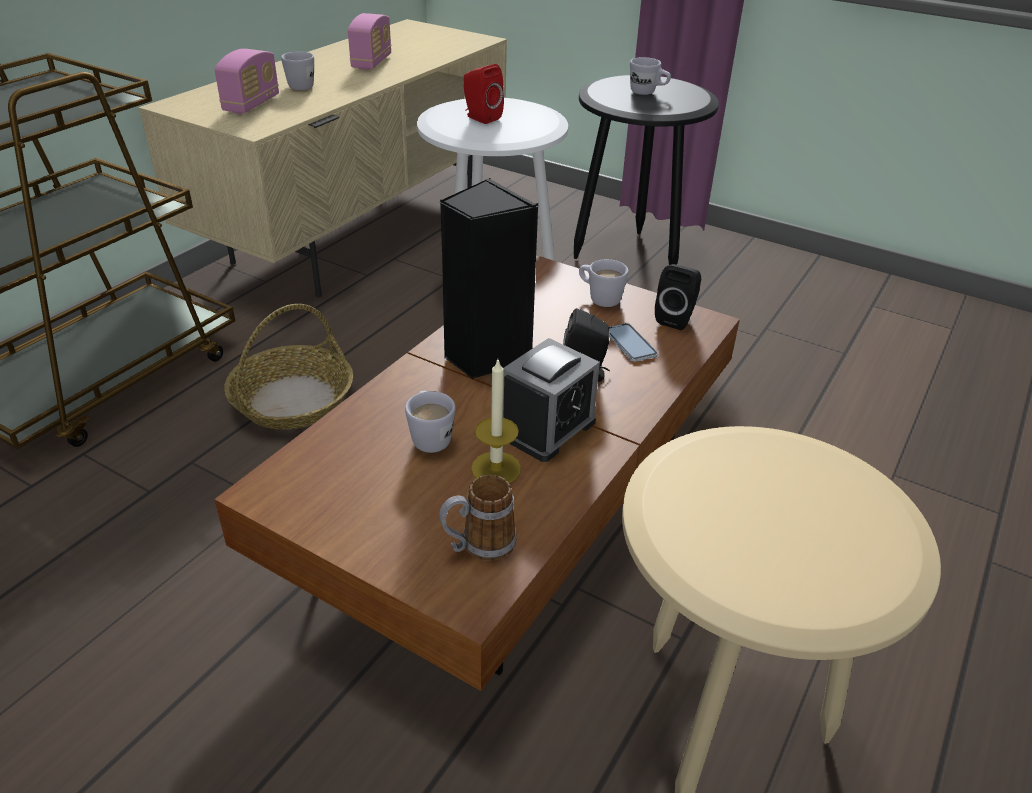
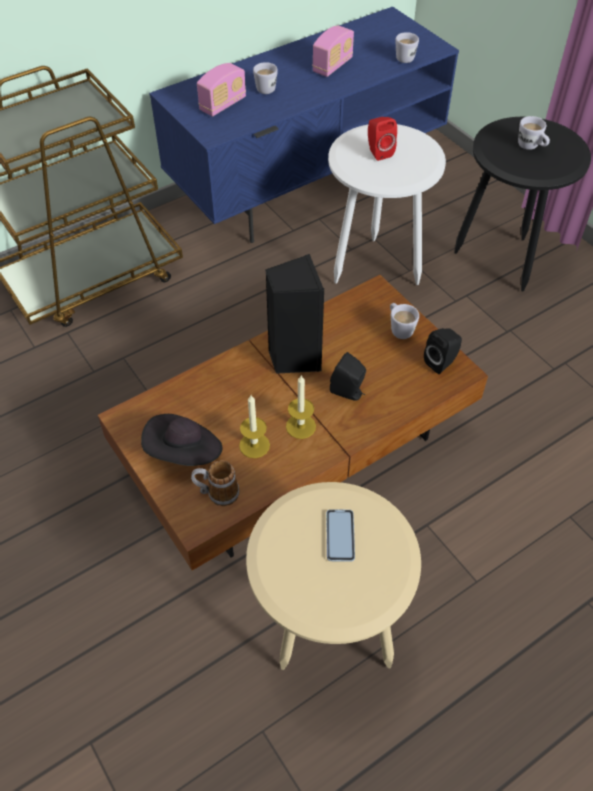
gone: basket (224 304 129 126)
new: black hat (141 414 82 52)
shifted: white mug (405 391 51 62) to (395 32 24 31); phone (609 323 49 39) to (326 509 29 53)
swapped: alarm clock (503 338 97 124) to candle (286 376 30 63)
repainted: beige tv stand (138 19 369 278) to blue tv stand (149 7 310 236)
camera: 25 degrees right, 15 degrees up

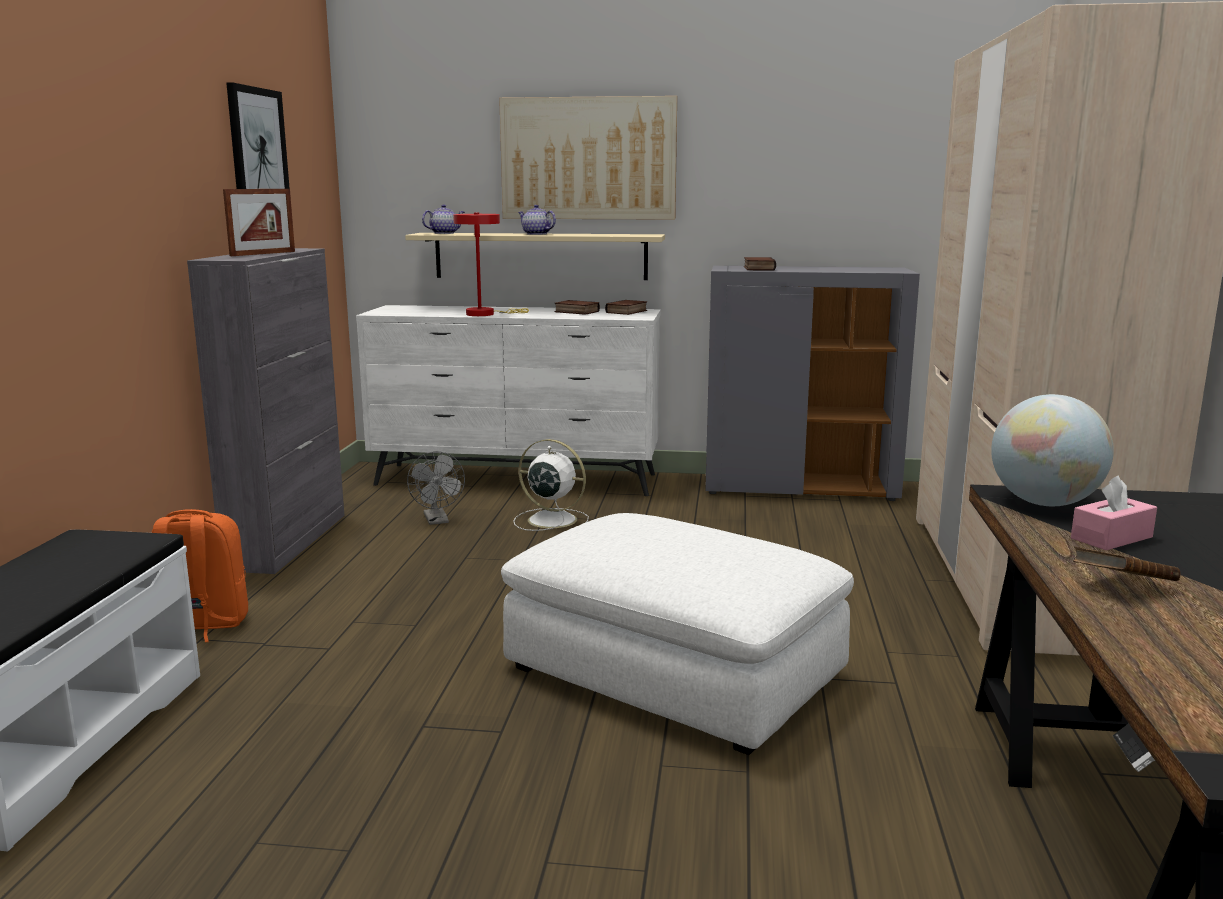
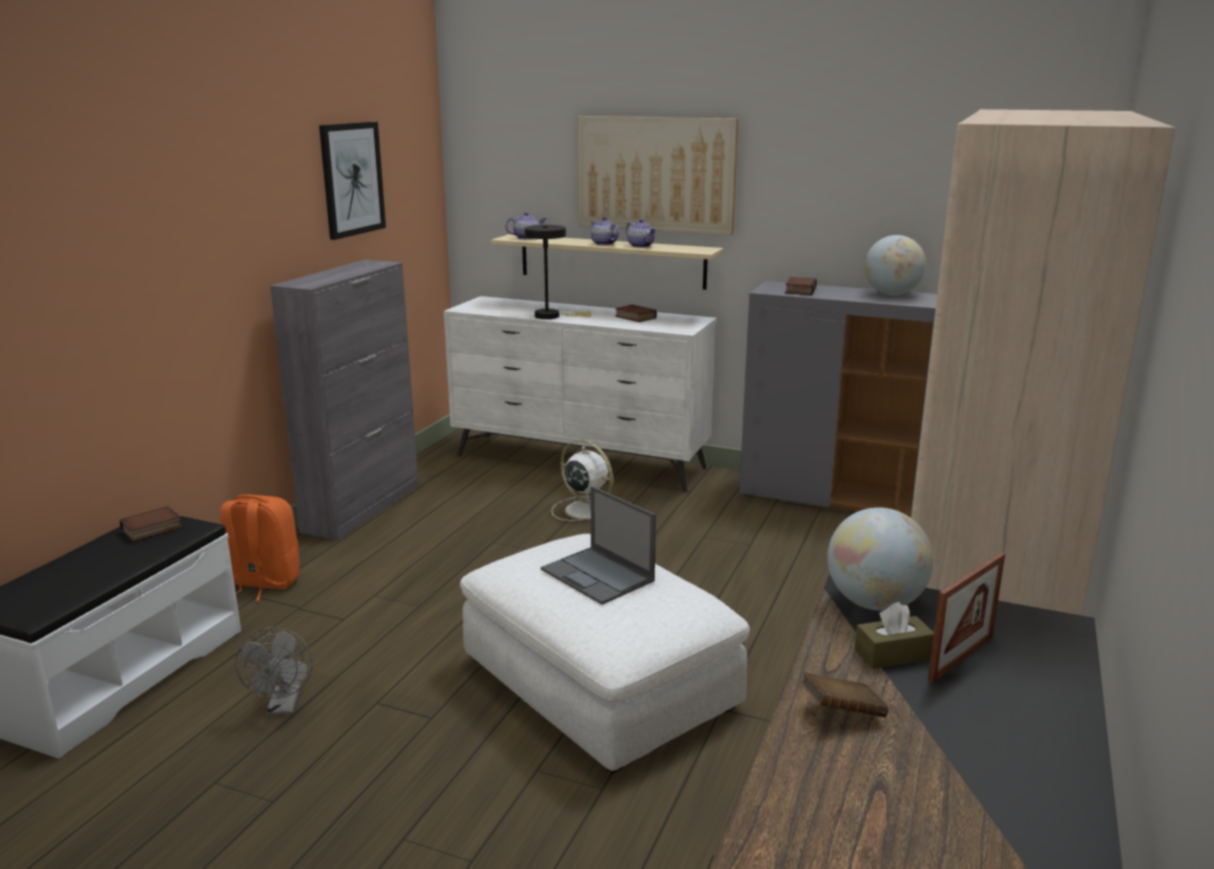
new: laptop (541 486 115 119); teapot (626 219 30 29); globe (865 235 61 60)
shifted: picture frame (223 189 72 67) to (928 552 77 131); grey fan (407 451 58 74) to (235 627 78 89); book (605 300 42 15) to (120 506 63 36)
repainted: red table lamp (453 212 76 104) to black table lamp (524 225 68 94); pink tissue box (1071 476 86 74) to brown tissue box (854 602 80 67)
camera: 15 degrees right, 5 degrees up

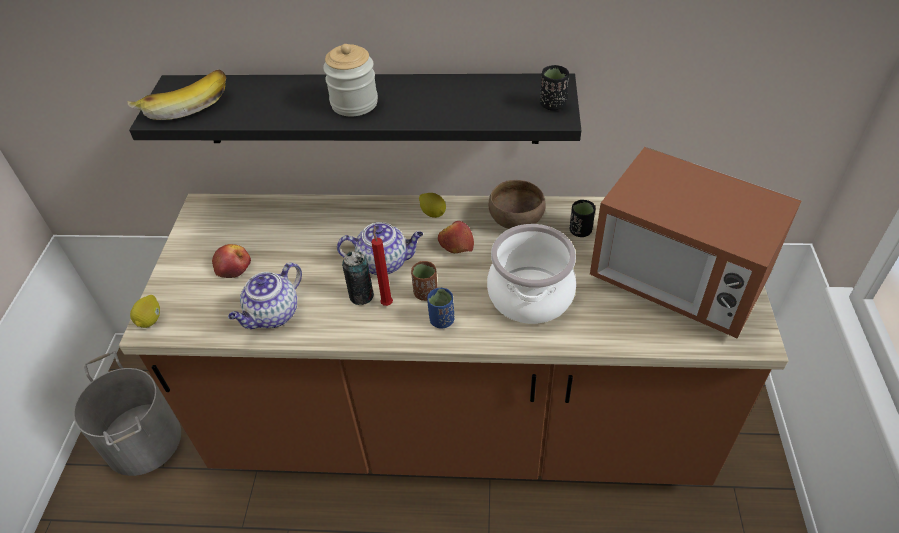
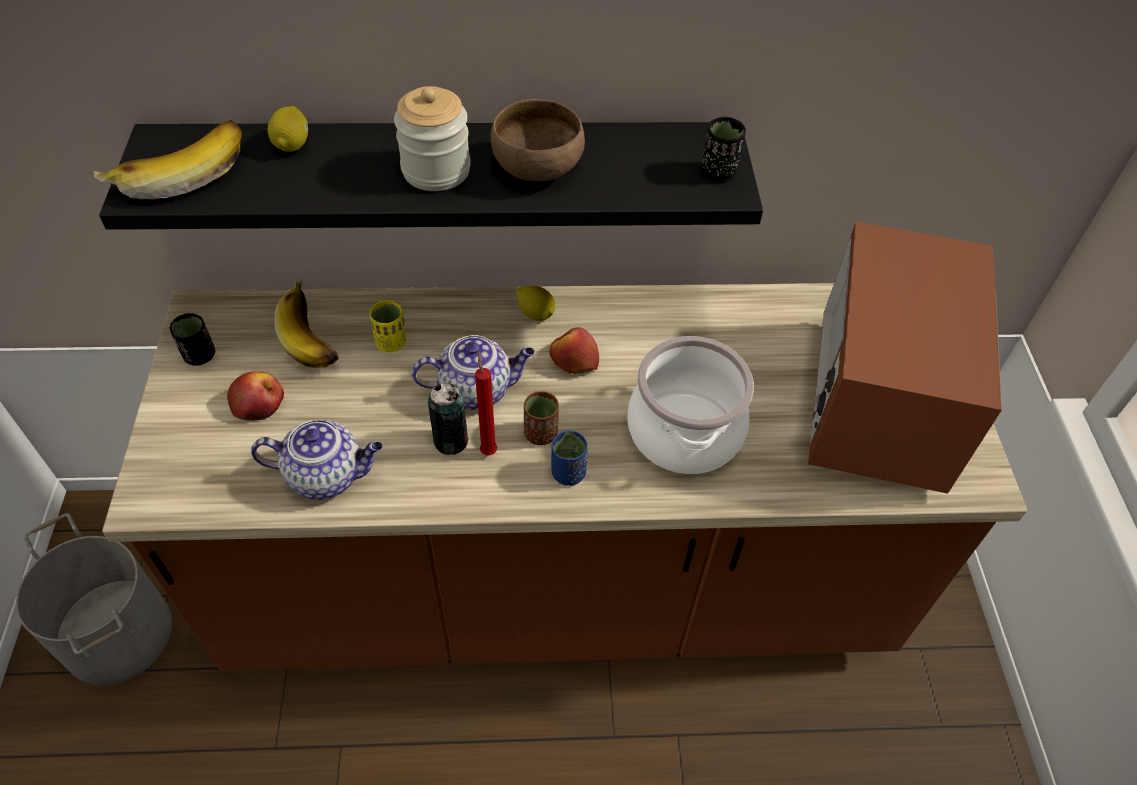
new: banana (274 279 65 89); yellow cup (370 300 36 52)
shifted: lemon (130 295 30 33) to (267 106 41 46); brown bowl (489 180 57 49) to (491 99 94 83); black cup (570 200 25 37) to (170 313 45 53)
rotated: teapot (228 262 74 67) = (251 419 132 81) 120 degrees counterclockwise; microwave (590 147 212 192) = (808 222 194 272) 75 degrees clockwise
camera: 10 degrees left, 5 degrees up

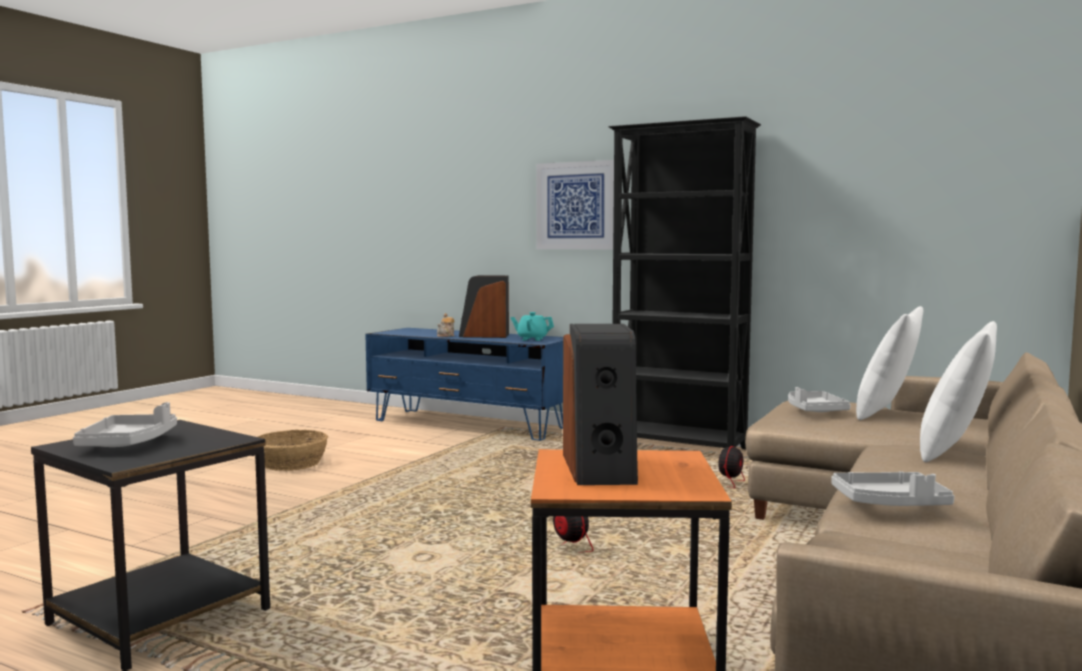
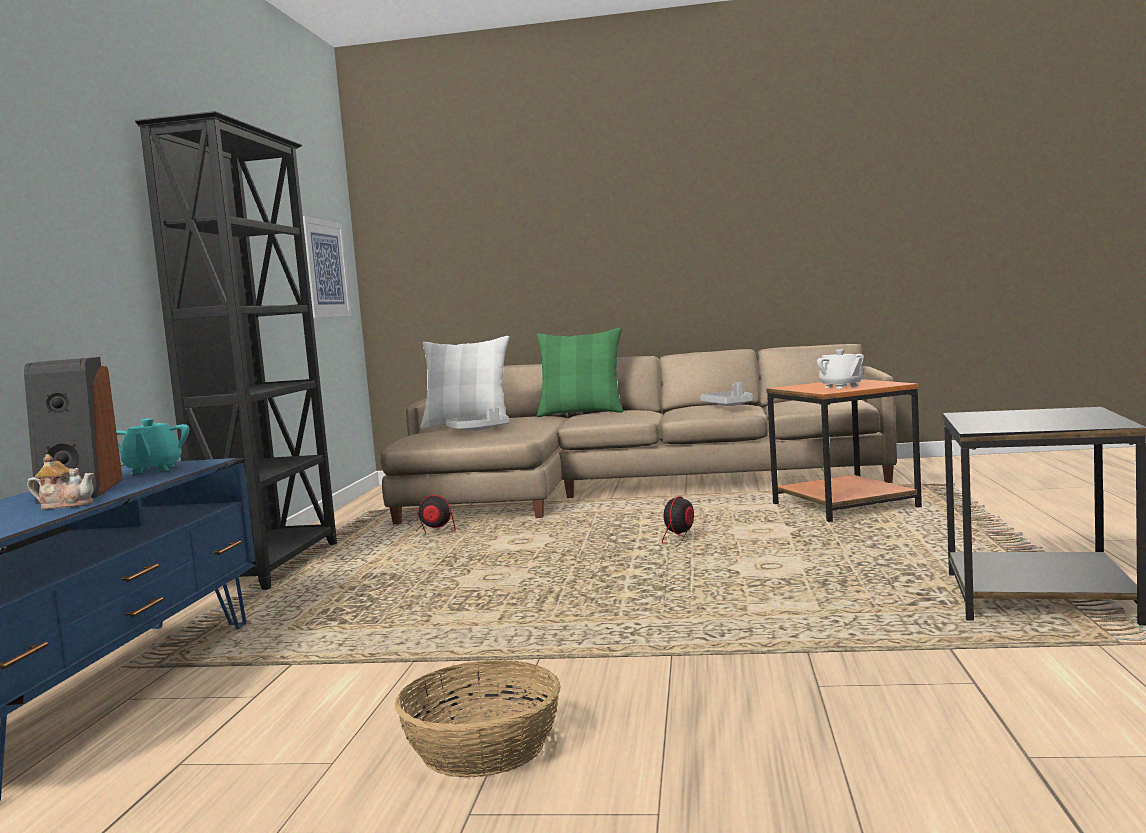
gone: grey tray (73 402 104 45)
shifted: picture (537 160 77 90) to (303 216 48 102)
swapped: speaker (563 324 75 161) to white teapot (817 349 47 40)
repainted: white pillow (920 321 77 141) to green pillow (537 328 86 89)
camera: 110 degrees left, 0 degrees up

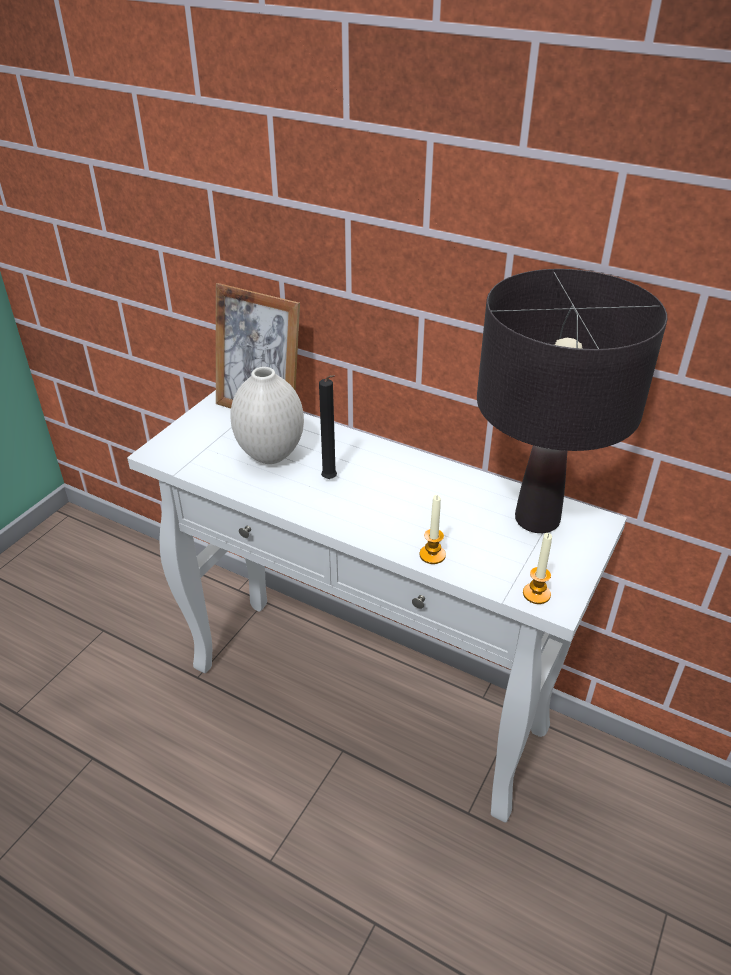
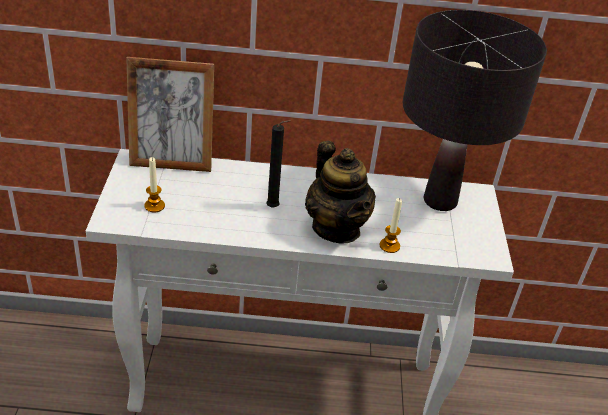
gone: white vase (231 367 73 97)
new: teapot (305 141 71 103)
shifted: candle (523 533 29 71) to (144 157 21 55)
camera: 30 degrees left, 0 degrees up

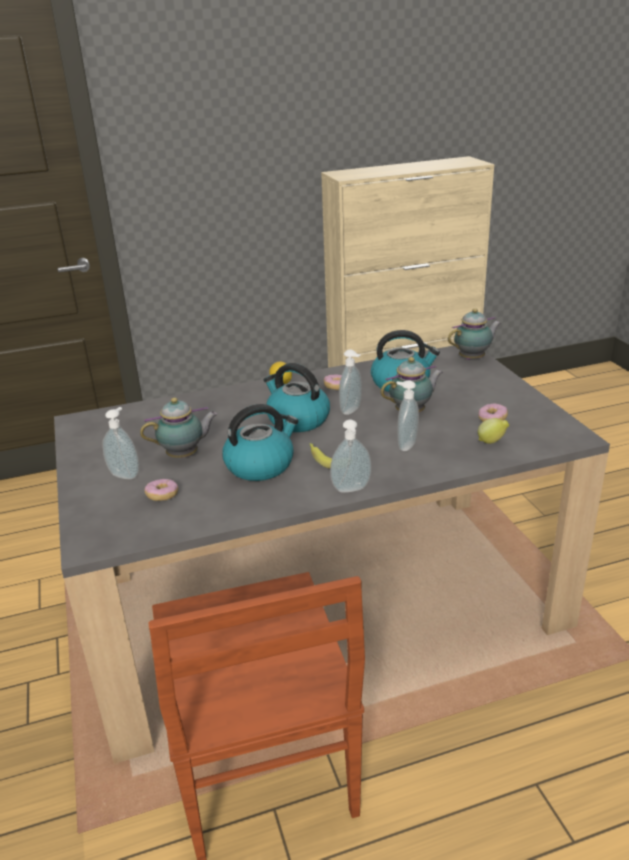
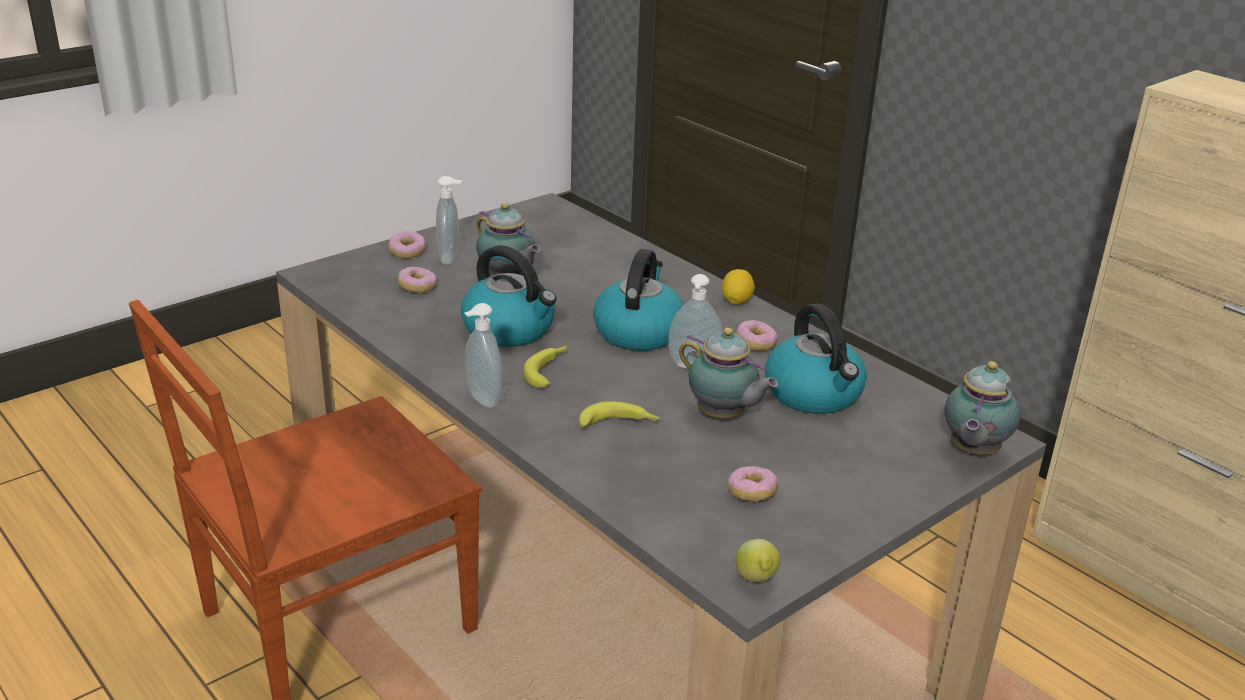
new: donut (388 231 38 28)
shifted: lemon (478 418 31 26) to (735 539 45 43)
swapped: soap dispenser (396 380 23 71) to banana (579 401 81 27)
rotated: teapot (448 308 53 52) = (944 361 77 94) 75 degrees clockwise
camera: 65 degrees right, 0 degrees up

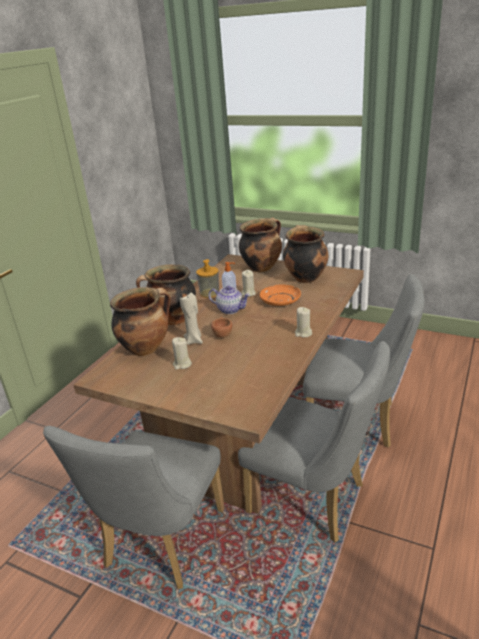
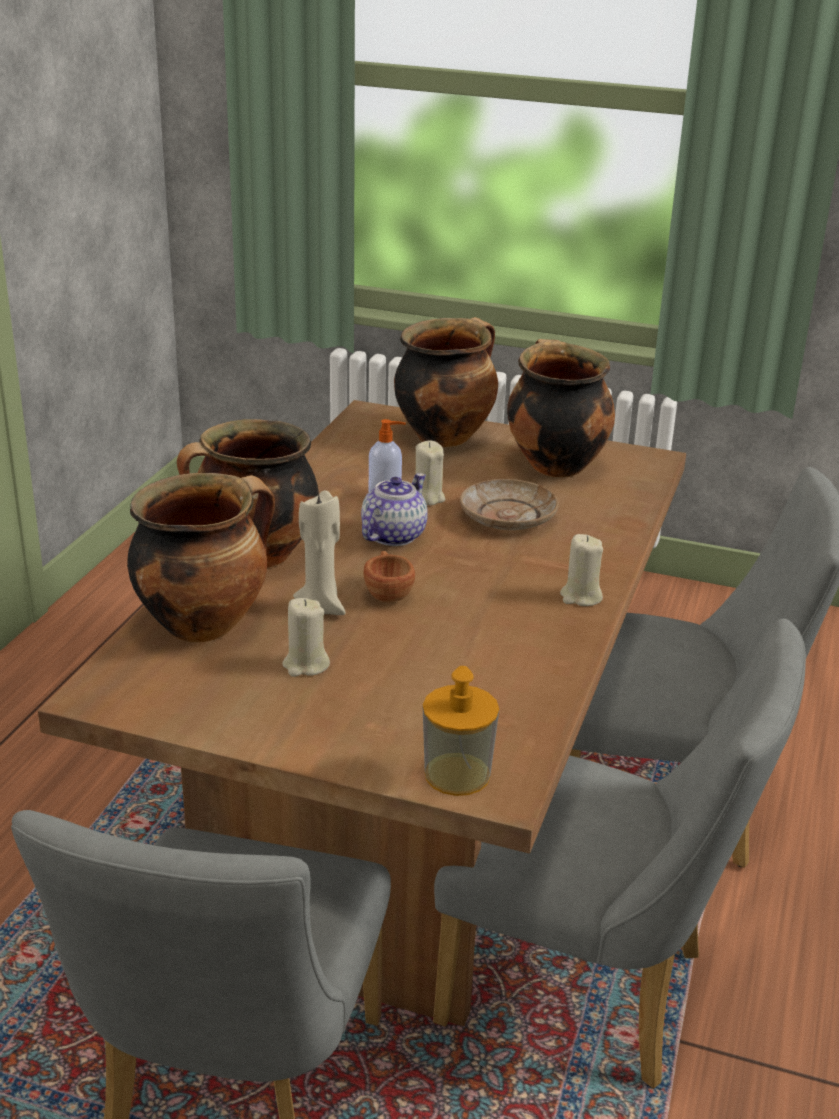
shifted: soap dispenser (196 259 23 39) to (423 666 76 130)
repainted: orange plate (260 285 41 21) to beige plate (460 479 99 51)
rotated: teapot (208 286 42 28) = (361 473 67 73) 75 degrees counterclockwise
camera: 10 degrees left, 0 degrees up

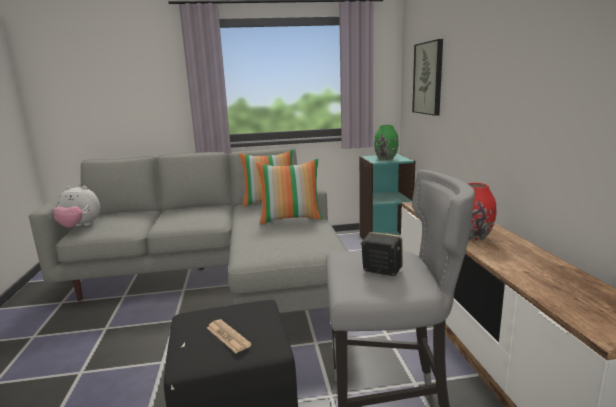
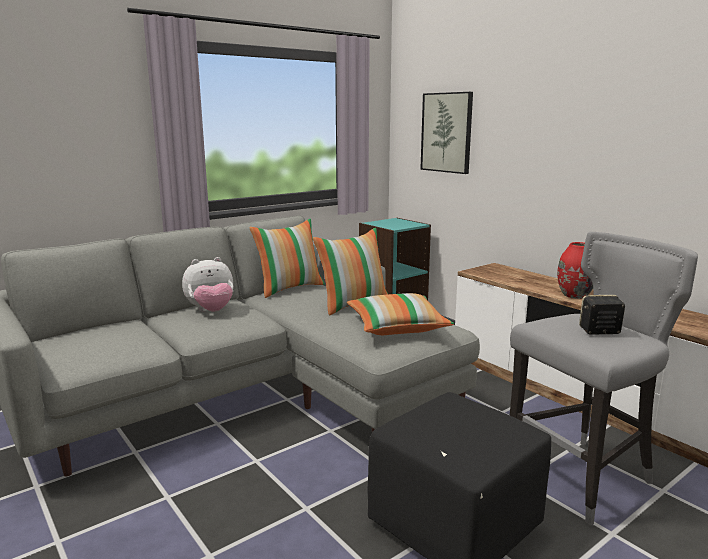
gone: newspaper (207 319 45 34); green vase (374 125 25 35)
new: pillow (347 293 107 42)
shifted: plush toy (53 186 47 42) to (182 257 51 54)
camera: 30 degrees left, 0 degrees up

